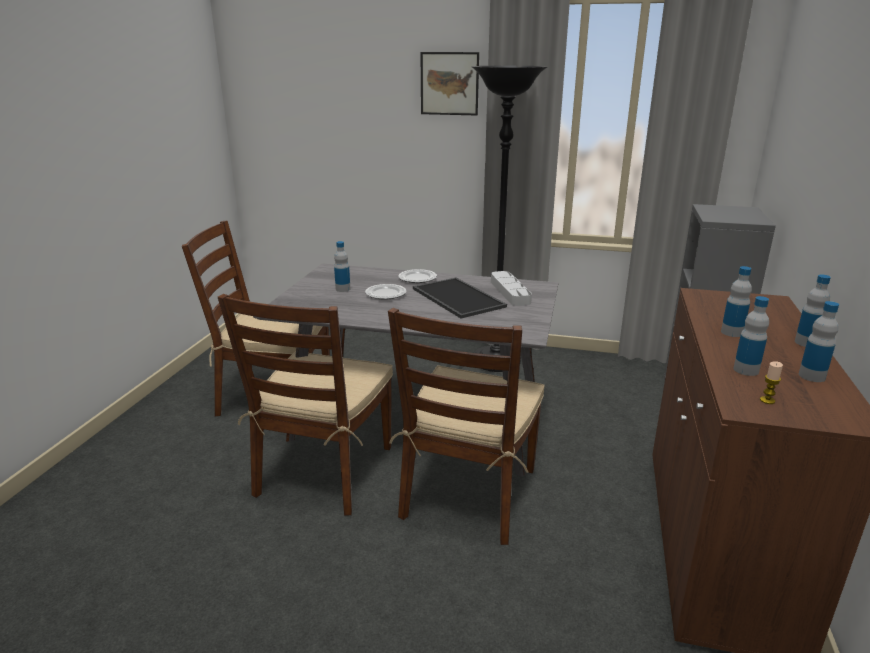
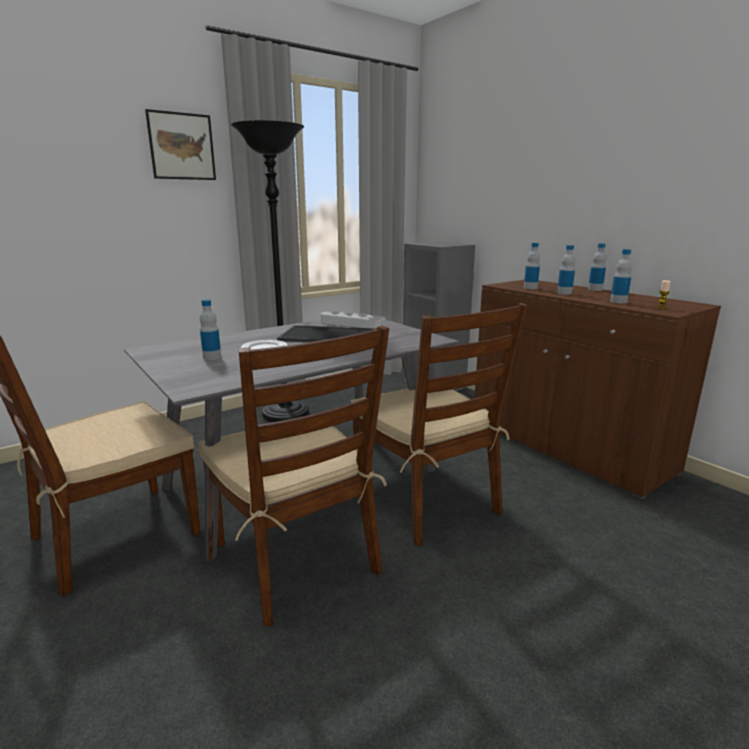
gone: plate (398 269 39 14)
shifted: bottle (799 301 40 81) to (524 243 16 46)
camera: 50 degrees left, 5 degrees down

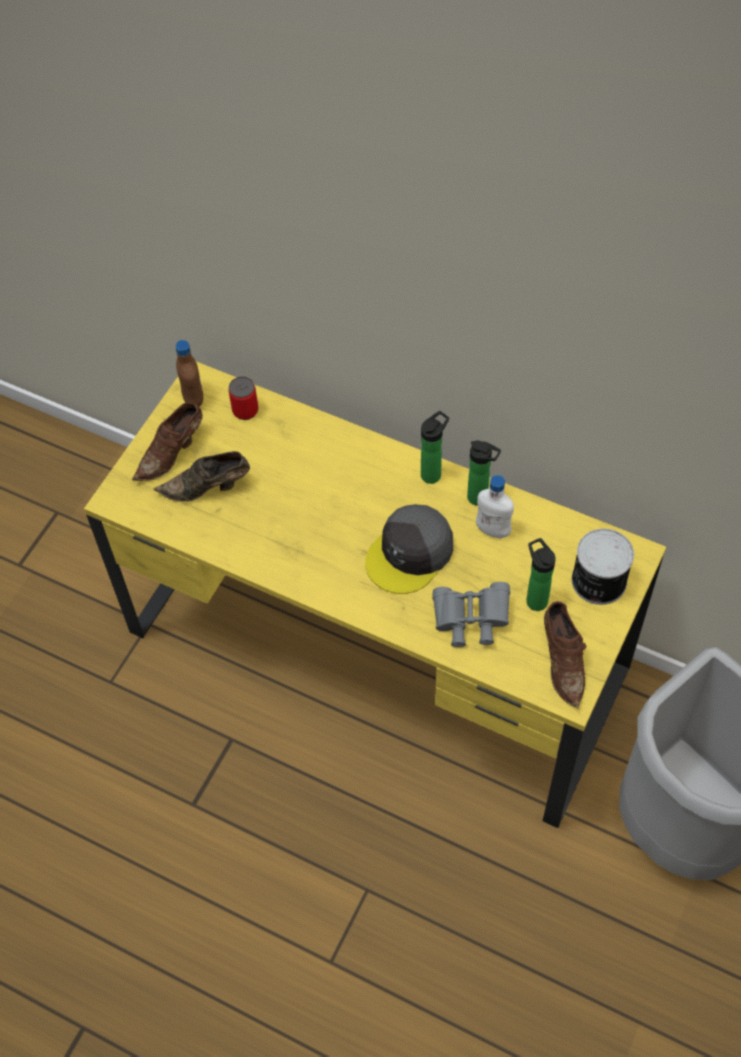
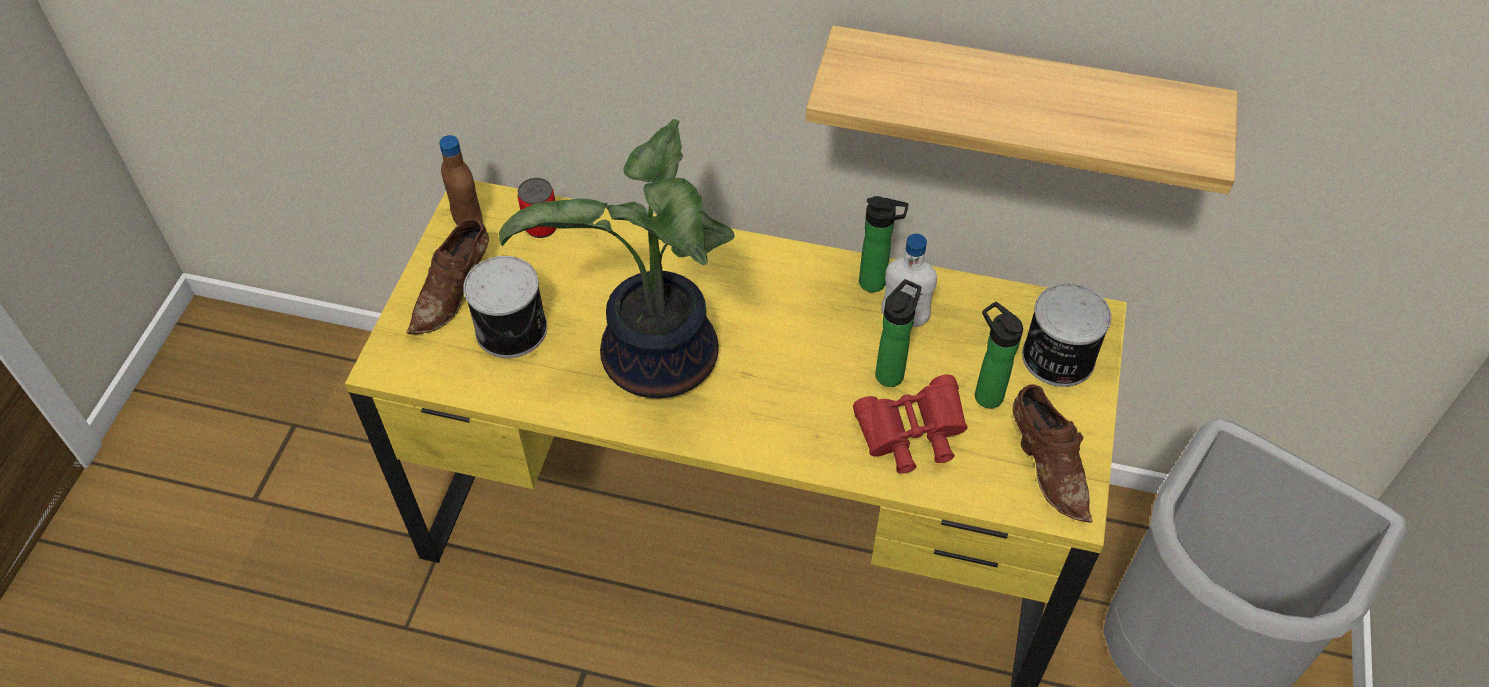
gone: grey cap (365 504 88 90)
new: potted plant (499 119 236 279); shelf (806 25 432 170)
shifted: bottle (421 411 28 73) to (875 279 47 108)
swapped: brown shoe (153 451 97 51) to can (463 256 84 102)
repainted: grey binoculars (432 582 78 65) to red binoculars (853 375 115 99)
camera: 15 degrees left, 5 degrees down

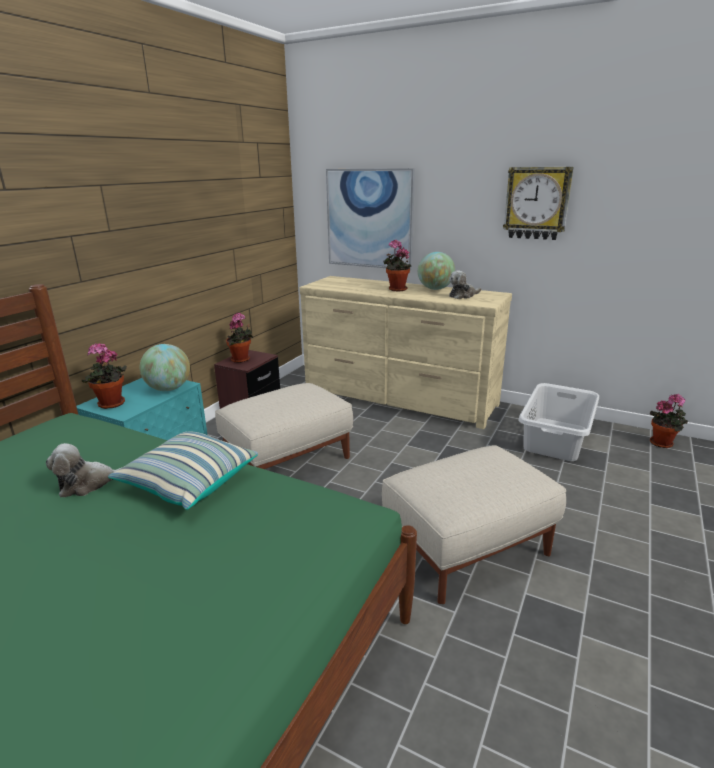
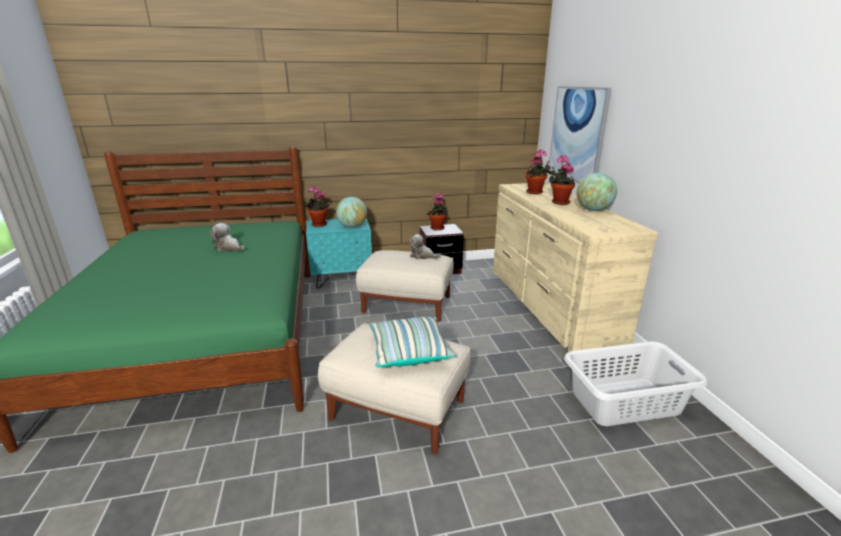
gone: wall clock (503 167 71 73)
shifted: pillow (108 432 150 78) to (369 317 86 50); plush toy (449 271 32 28) to (409 234 32 25); potted plant (650 394 38 54) to (526 149 25 45)
camera: 50 degrees right, 0 degrees up

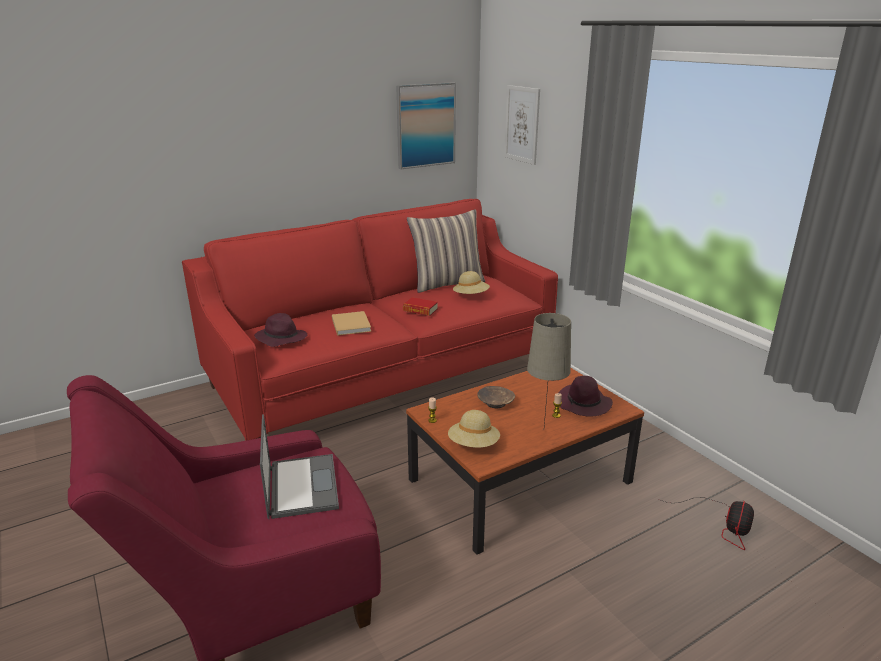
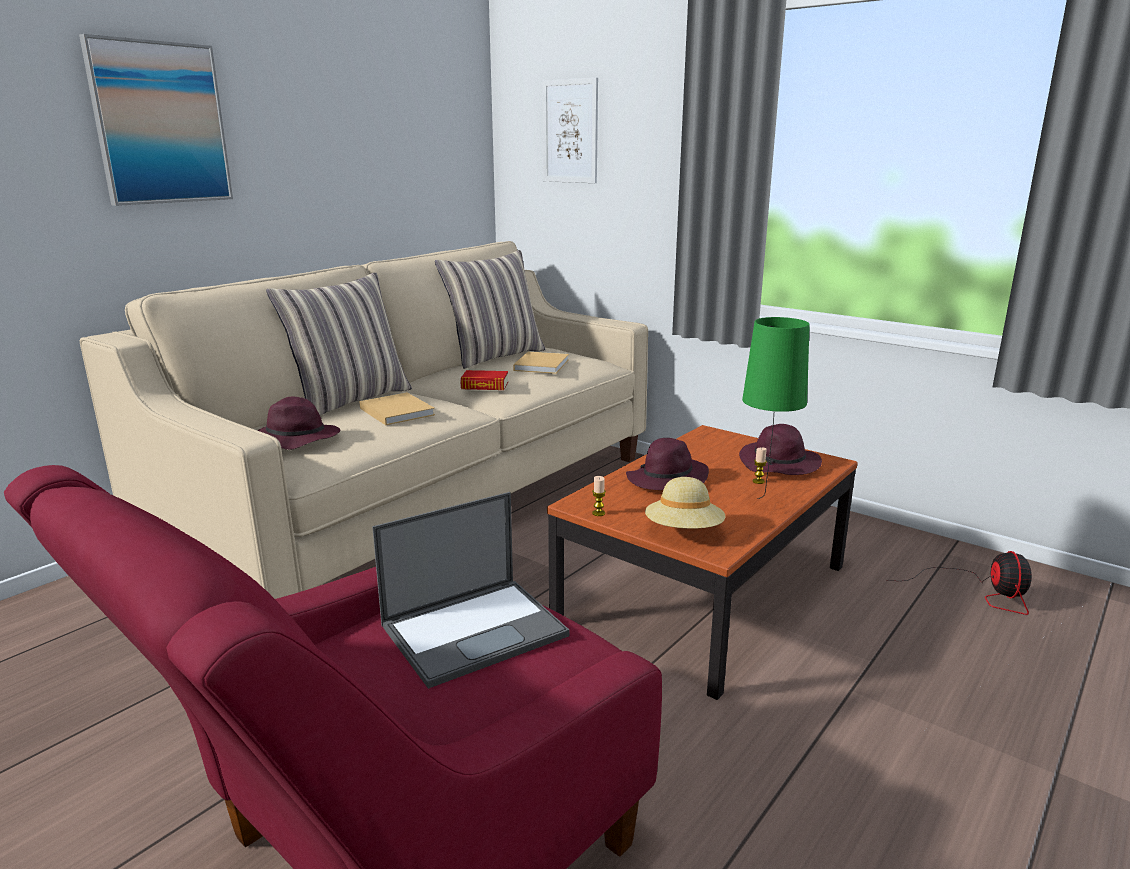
new: pillow (266 272 146 143)
shifted: picture (396 82 60 87) to (79 34 154 172)
swapped: beige hat (453 271 37 23) to beige book (513 352 56 22); brown bowl (477 386 38 22) to purple hat (626 438 83 52)
repainted: red sofa (182 199 376 242) to beige sofa (80 241 568 358); beige table lamp (527 313 44 117) to green table lamp (742 317 68 182)
rotated: laptop (260 414 79 105) = (372 492 198 197) 90 degrees clockwise
camera: 20 degrees left, 5 degrees down

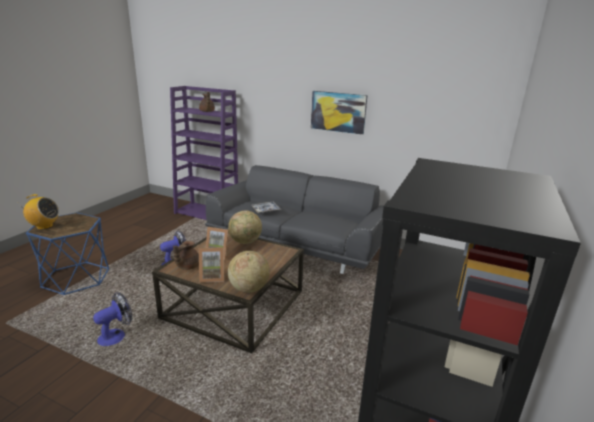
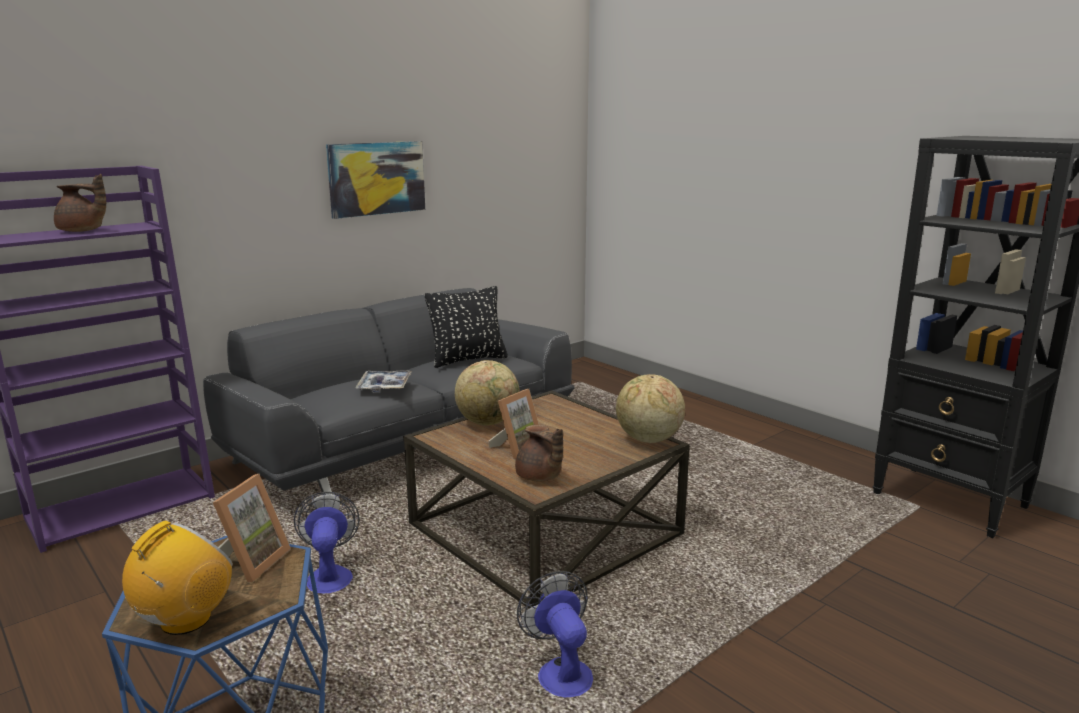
new: black pillow (425 286 83 82)
shifted: picture frame (199 247 25 36) to (213 474 78 108)
camera: 65 degrees left, 5 degrees down

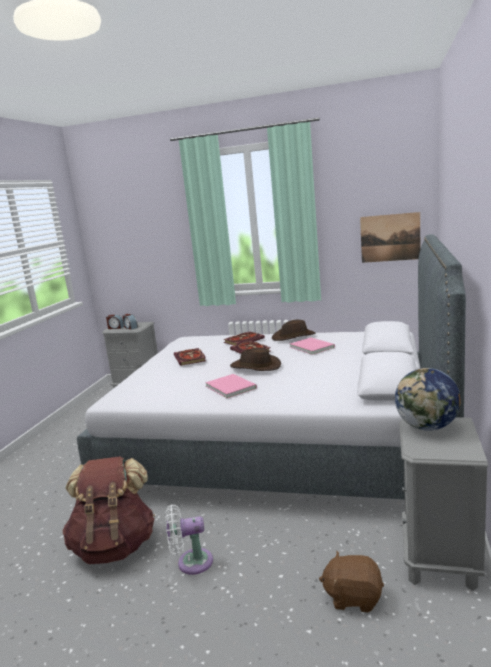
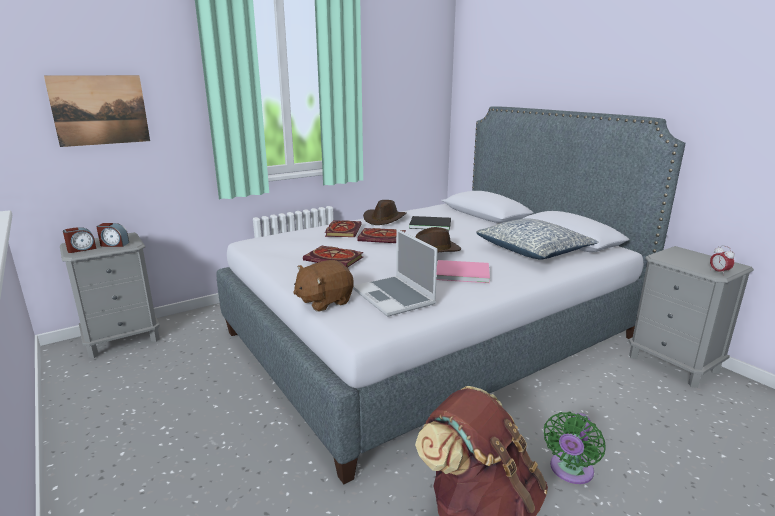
gone: globe (395 368 66 63)
new: laptop (353 229 84 88); pillow (476 218 122 42); alarm clock (710 245 25 31)
shifted: brown plush toy (319 551 65 62) to (293 260 61 52); picture (360 212 60 51) to (44 75 106 72)
repainted: white fan (165 504 48 71) to green fan (544 412 62 72); pink book (290 338 45 17) to black book (409 216 42 14)
camera: 50 degrees left, 5 degrees up

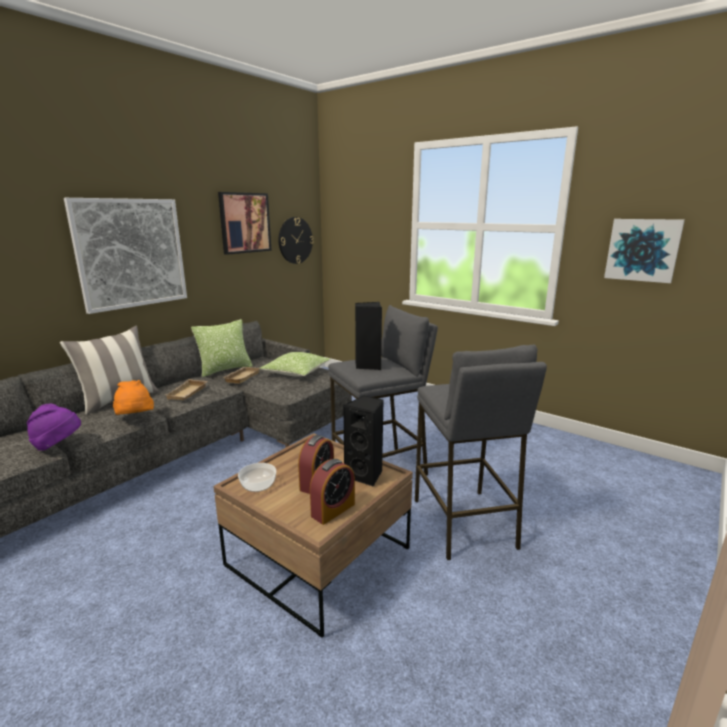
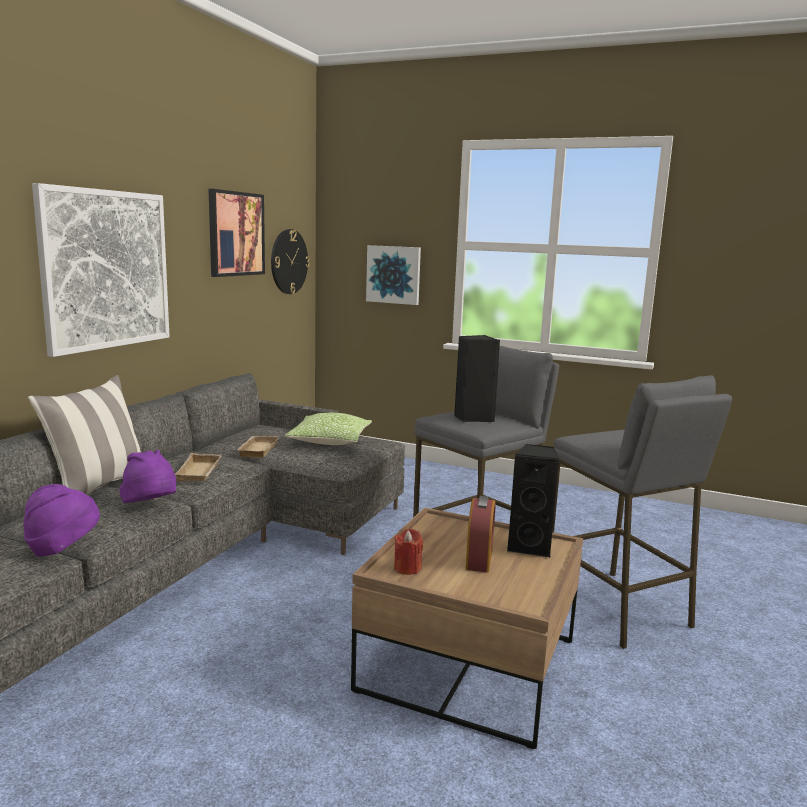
gone: pillow (191 319 62 58); alarm clock (310 459 45 66)
shifted: picture (604 219 81 64) to (366 245 55 60)
swapped: bowl (238 463 38 29) to red candle (394 529 29 46)
repainted: orange hat (113 380 41 35) to purple hat (119 450 58 53)
camera: 15 degrees left, 5 degrees down

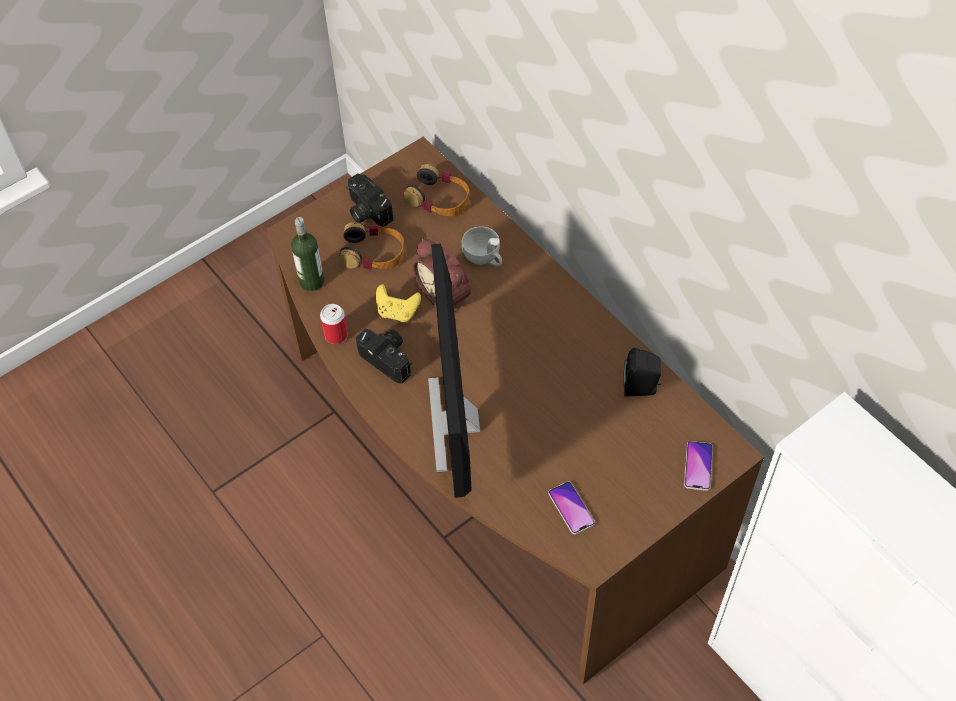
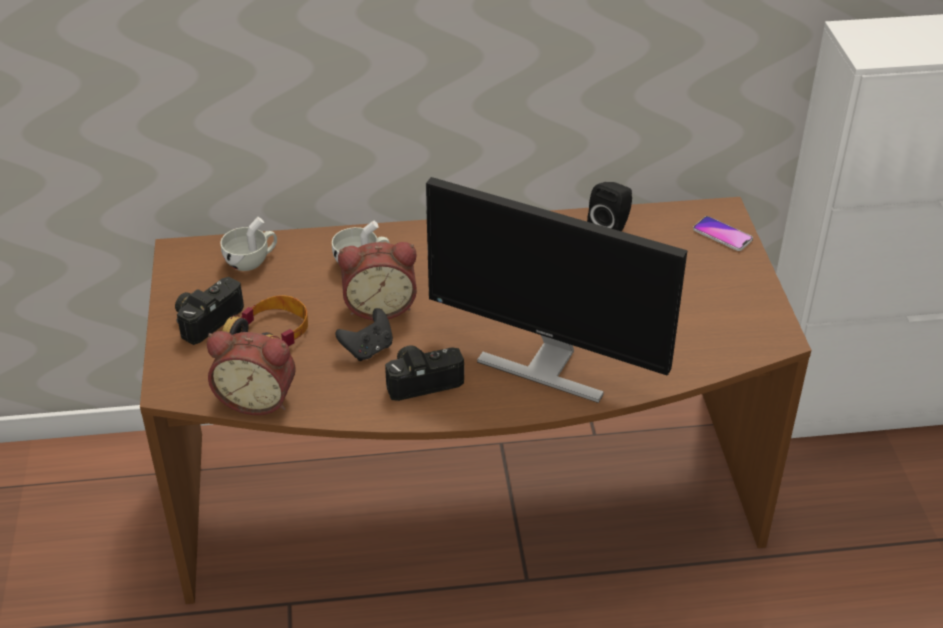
gone: can (320 304 28 40); phone (548 482 47 52)
swapped: bottle (291 217 33 74) to alarm clock (207 331 89 84); headphones (403 164 66 52) to white cup (220 217 57 54)
repainted: yellow game controller (376 284 45 38) to black game controller (336 308 57 53)
rotated: photo camera (346 174 47 53) = (175 277 69 68) 135 degrees clockwise
camera: 60 degrees left, 15 degrees down

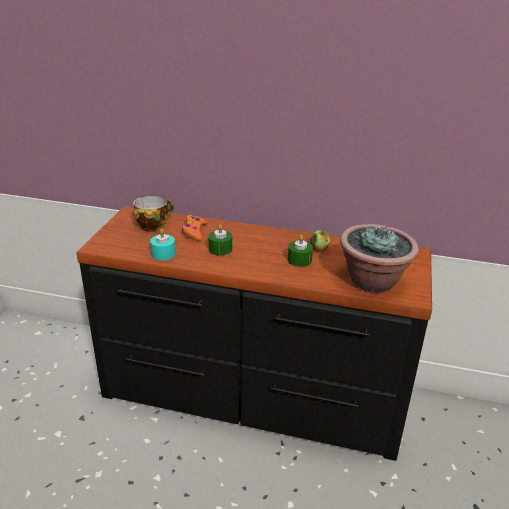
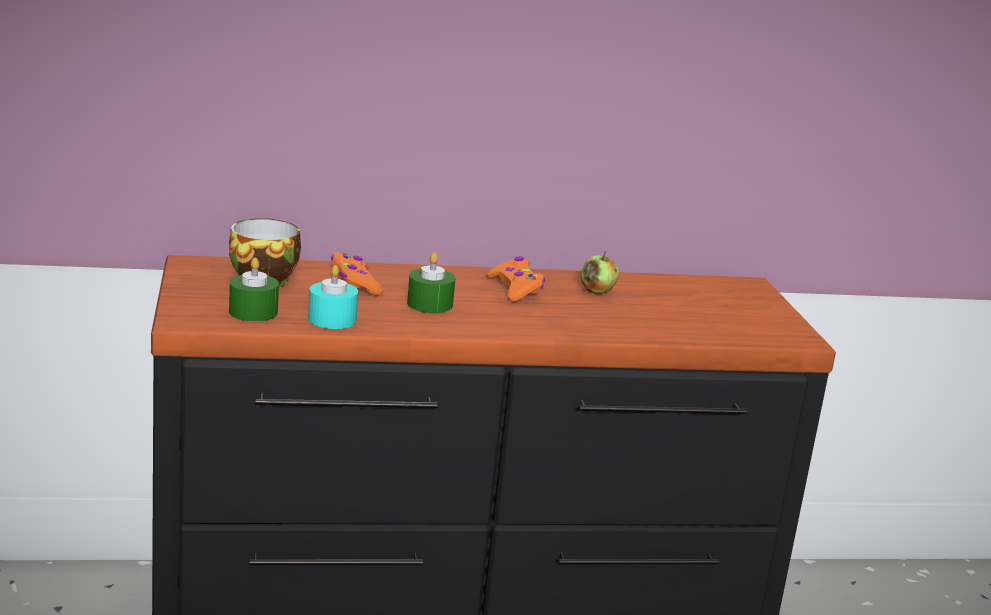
gone: potted plant (340 224 79 69)
new: orange game controller (486 256 59 46)
shifted: green candle (288 235 25 32) to (229 258 50 64)
camera: 25 degrees left, 10 degrees down

